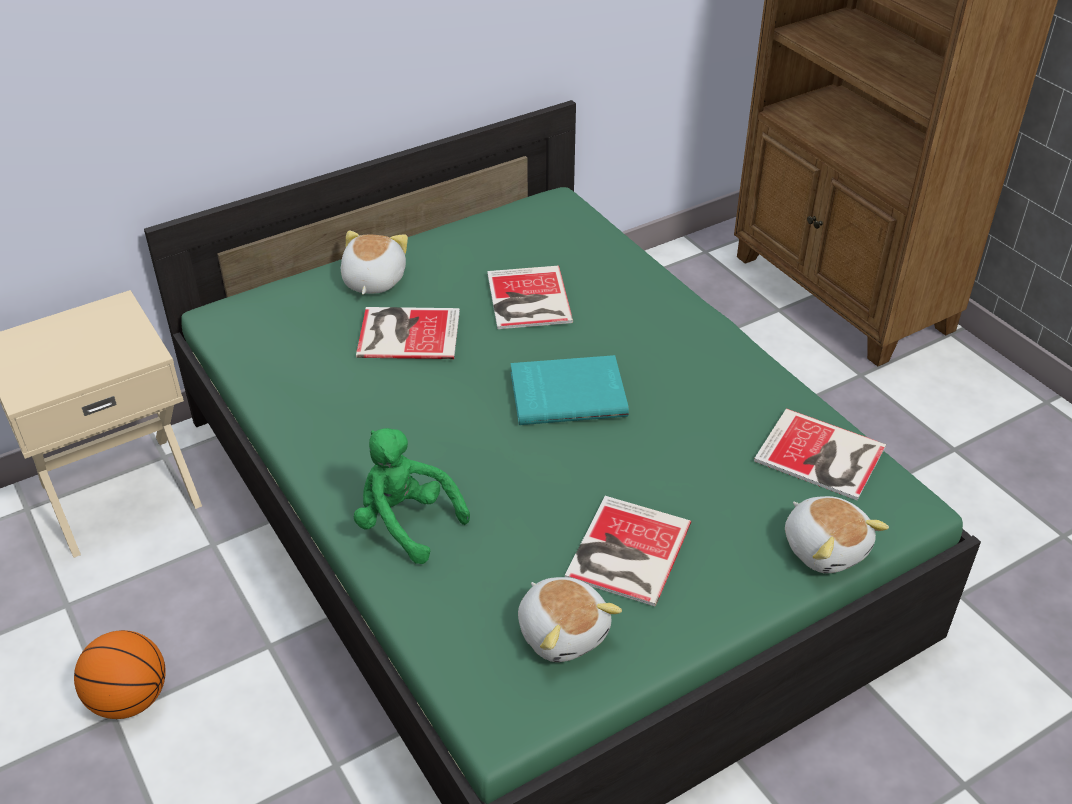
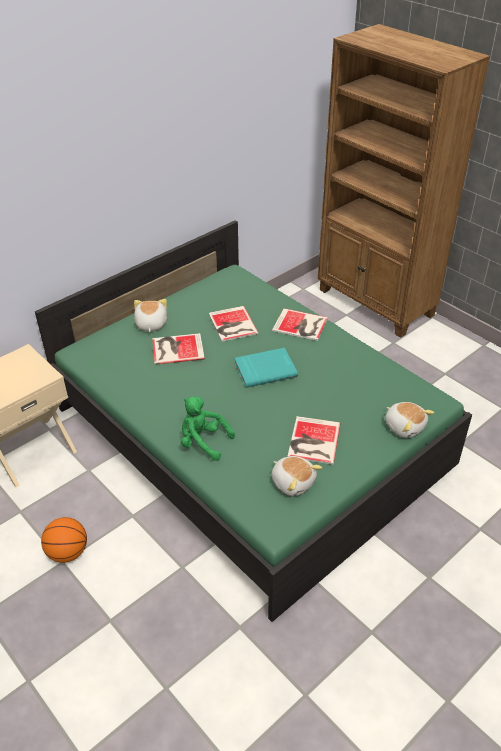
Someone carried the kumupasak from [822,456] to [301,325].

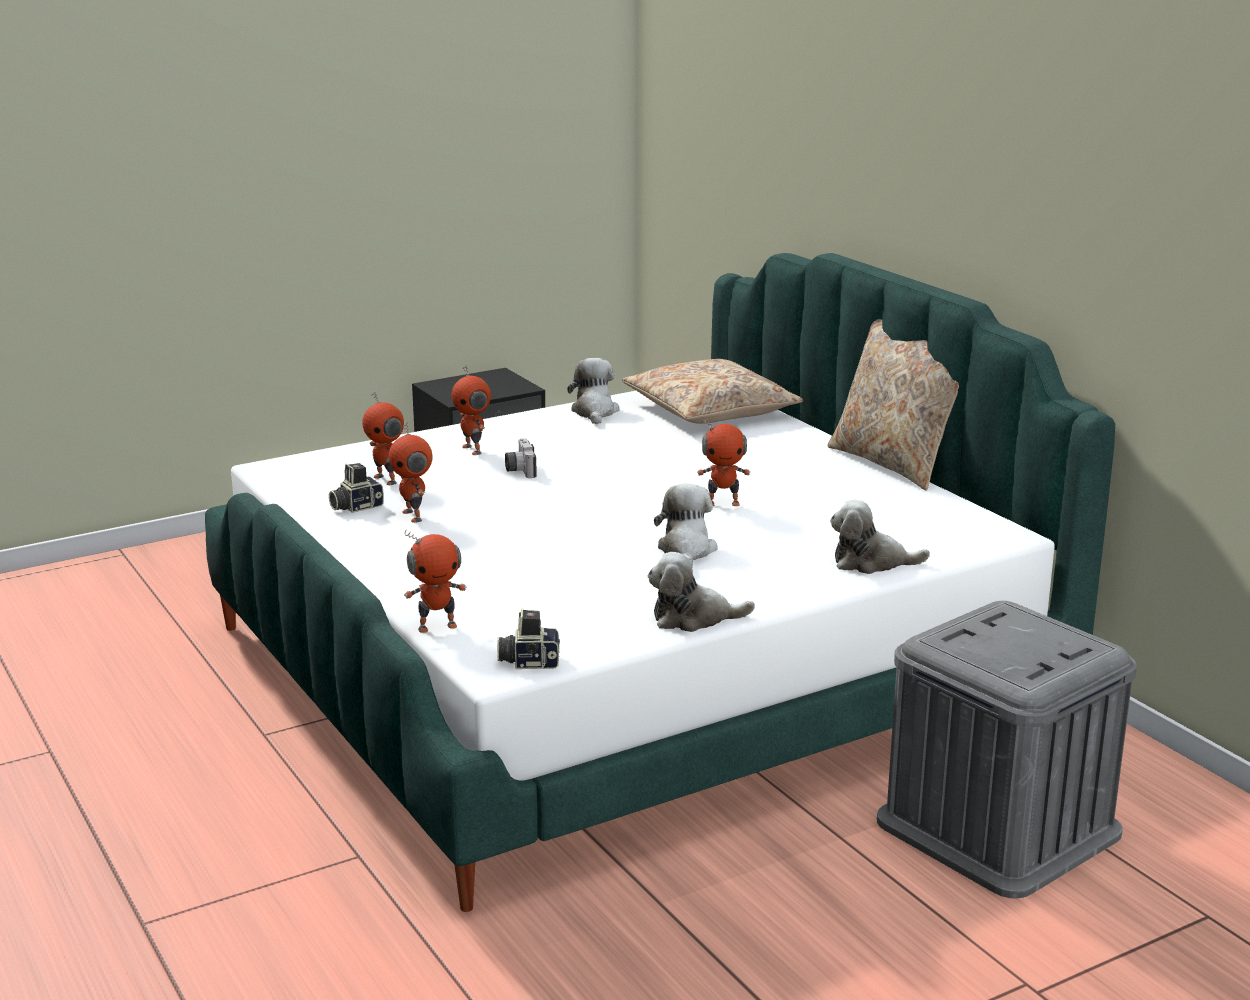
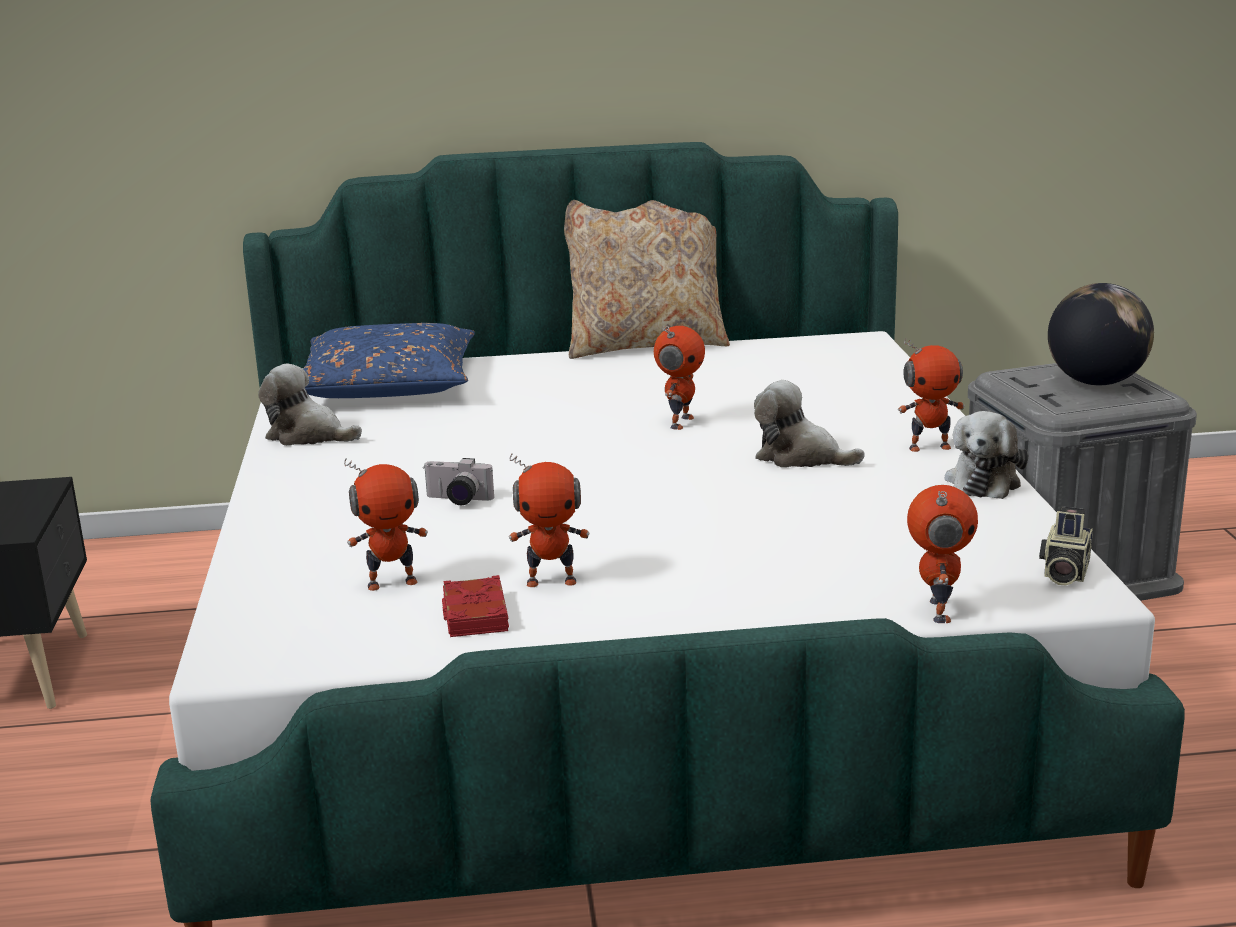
Someone swapped the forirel at [355,506] for the red_kumupasak at [474,615].
Someone carried the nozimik from [473,450] to [929,447].
Someone repainted the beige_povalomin at [710,410], which became the blue_povalomin at [387,385].
Someone took away the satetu at [871,562].
Someone put down the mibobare at [1095,382].

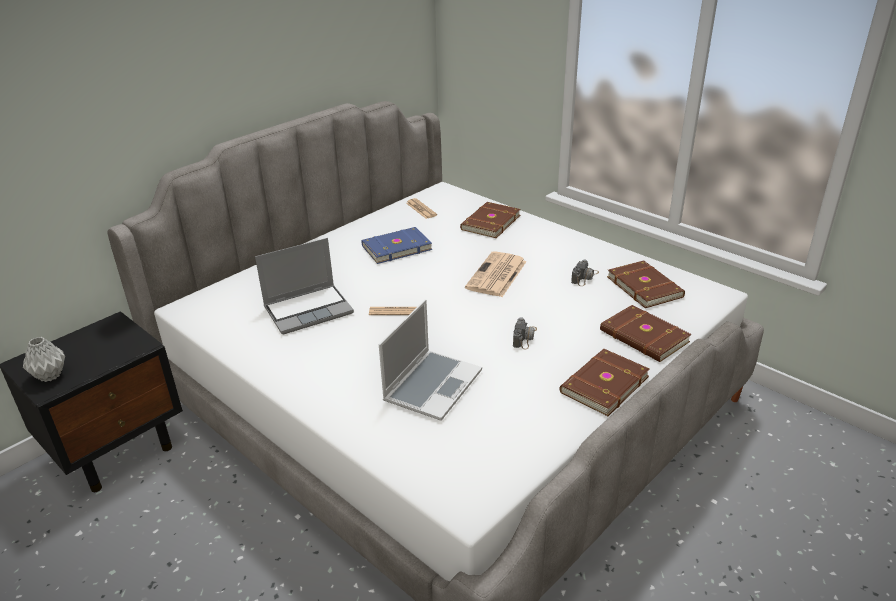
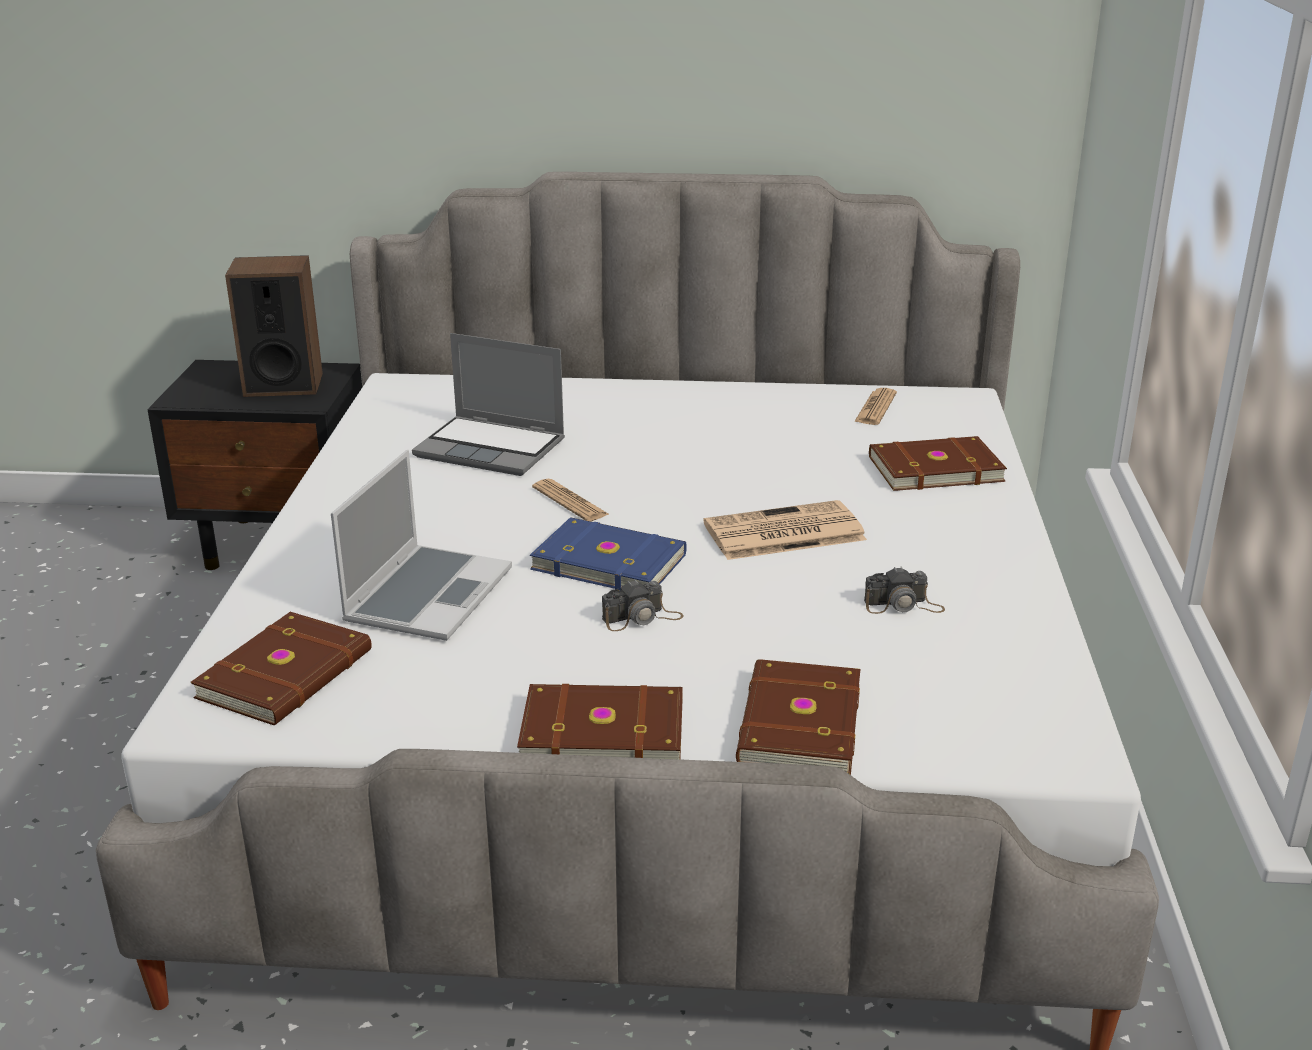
Someone took away the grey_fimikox at [51,375].
Someone carried the blue_kumupasak from [396,247] to [609,561].
Someone rotated the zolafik at [432,385] by 60 degrees counterclockwise.
Someone carried the brown_kumupasak from [645,286] to [288,675].
Someone put down the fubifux at [283,384].

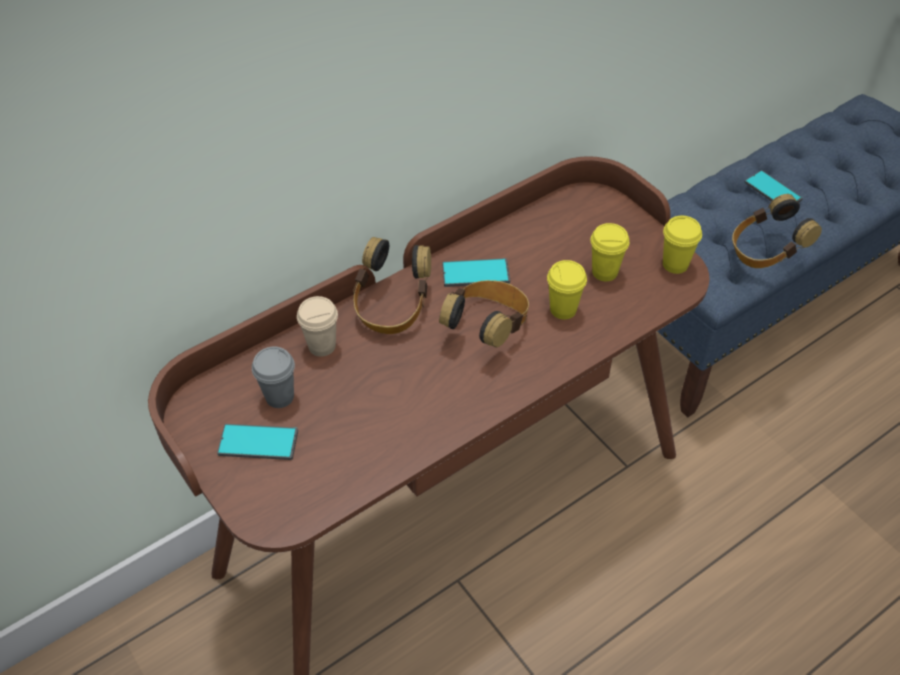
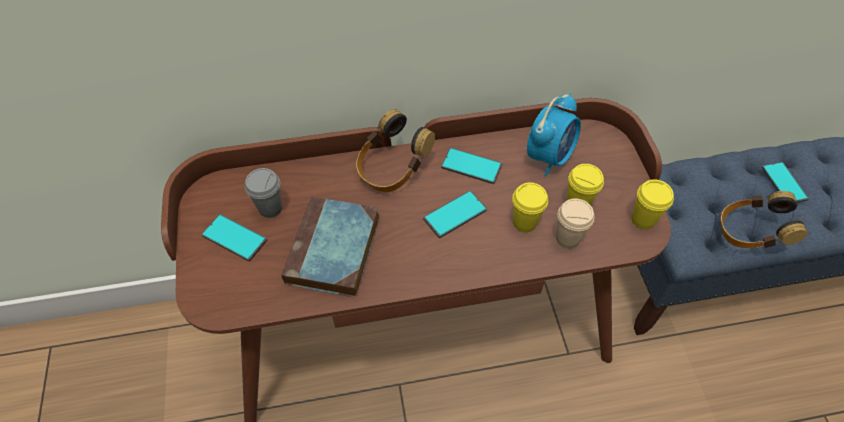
Someone carried the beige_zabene from [322,346] to [567,239].
Someone swapped the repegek at [487,328] for the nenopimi at [455,214].
Someone put down the kumupasak at [334,252].
Someone put down the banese at [549,156].

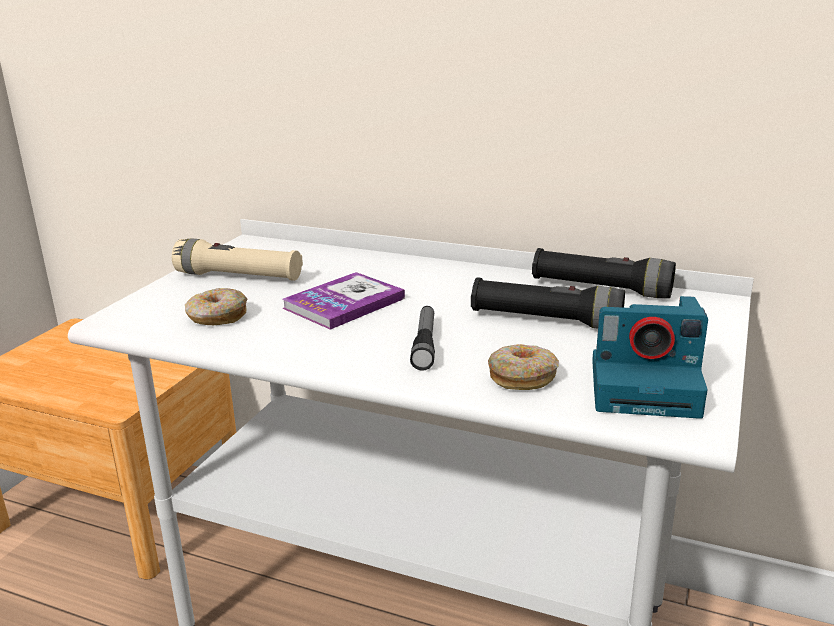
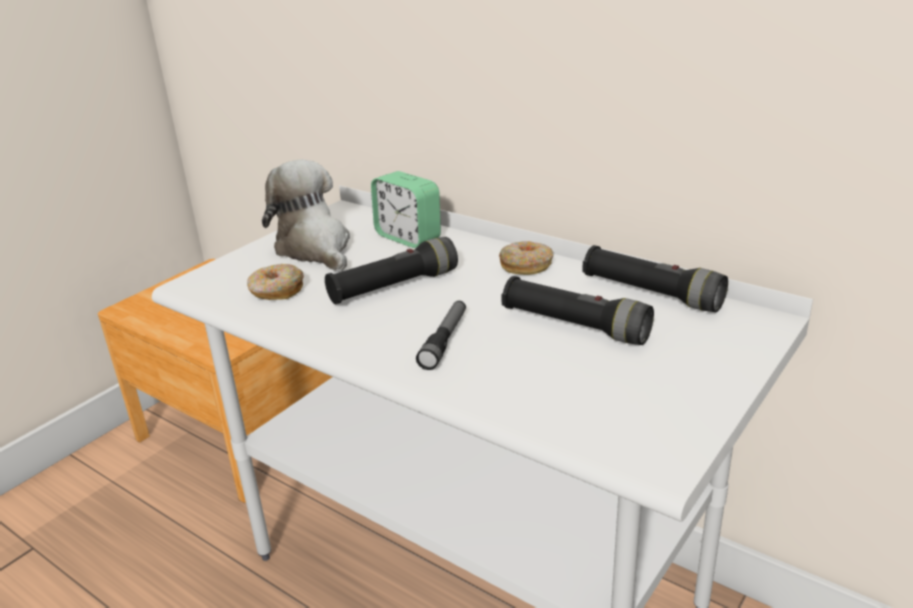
Someone swapped the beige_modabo at [239,277] for the satetu at [315,248].
Someone swapped the kumupasak at [344,303] for the black_modabo at [394,287].
Someone carried the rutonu from [522,377] to [526,266].
Someone took away the forirel at [647,387].
Someone put down the banese at [408,237].

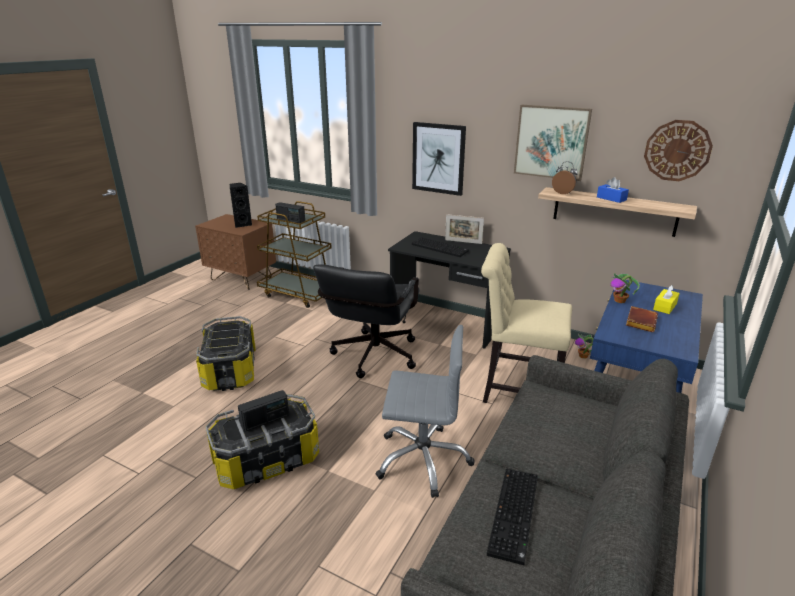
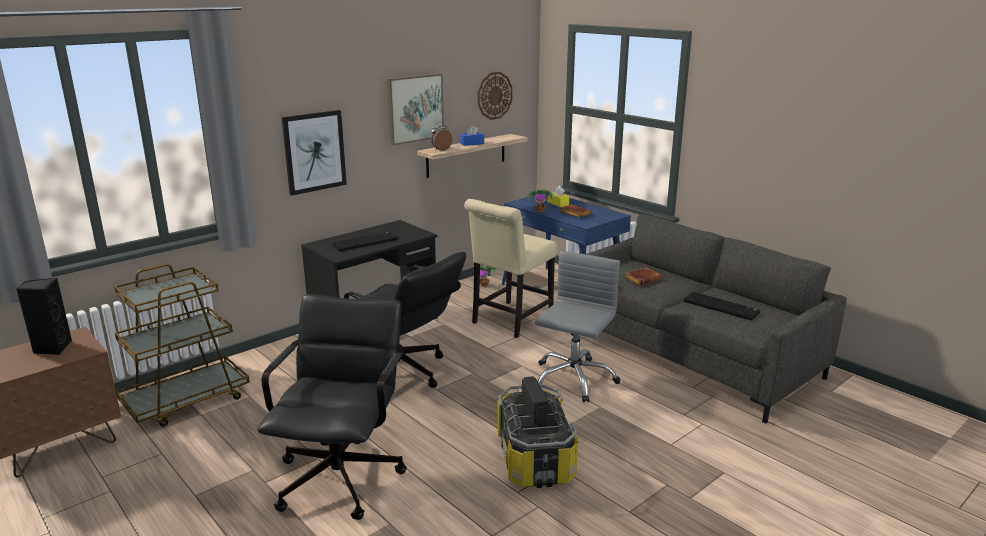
Someone swapped the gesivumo at [231,370] for the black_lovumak at [343,472].
Someone took away the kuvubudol at [290,220].
Someone took away the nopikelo at [463,242].
Someone put down the brown_kumupasak at [642,279].

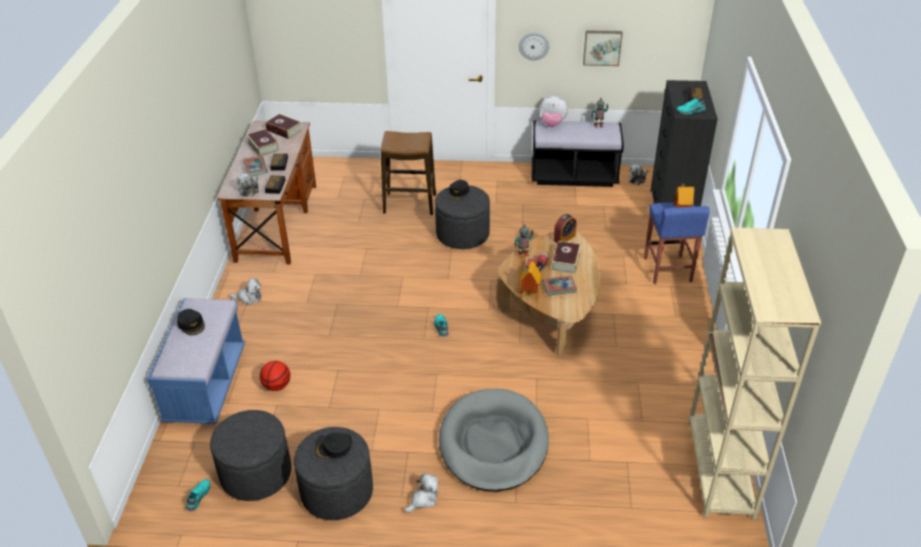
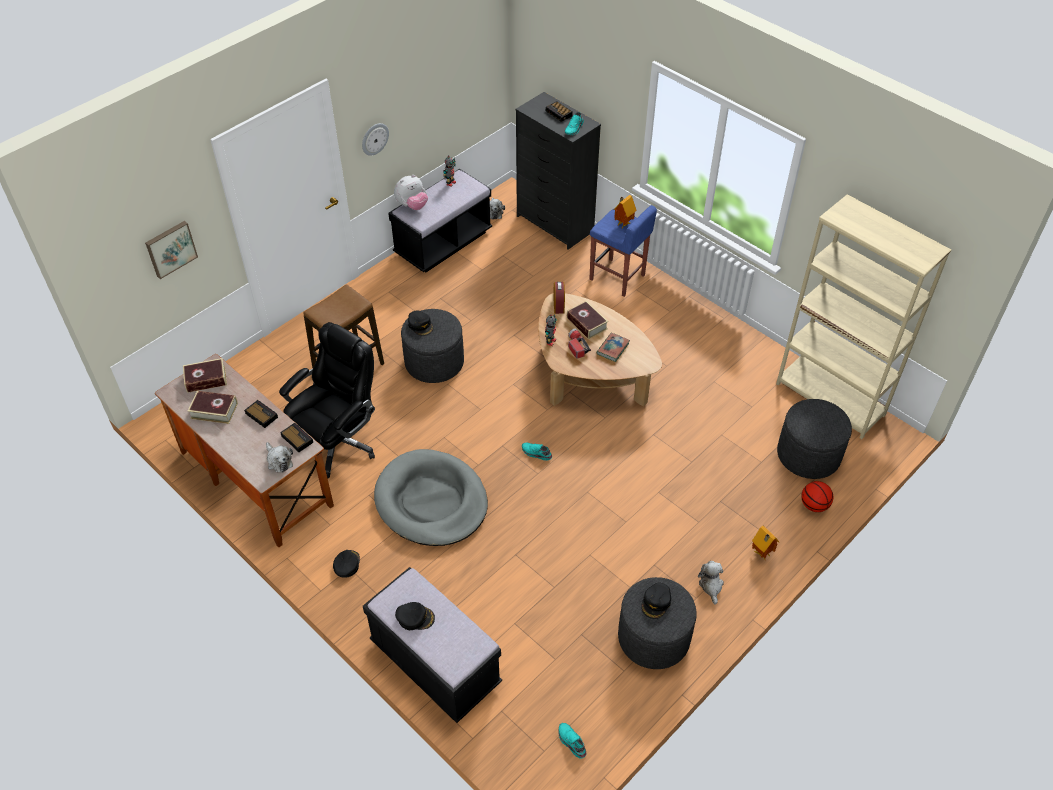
Someone repainted the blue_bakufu at [206,385], which became the black_bakufu at [435,663].
Someone carried the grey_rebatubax from [256,473] to [808,455].
Someone swapped the satetu at [249,298] for the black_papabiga at [346,564].
Someone took away the kumupasak at [255,168].
Someone carried the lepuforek from [277,386] to [814,505].
Someone carried the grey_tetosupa from [493,443] to [431,501].
Someone carried the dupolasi from [528,293] to [761,554].
Someone carried the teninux from [602,47] to [170,248].
Someone put down the black_lovumak at [338,442].

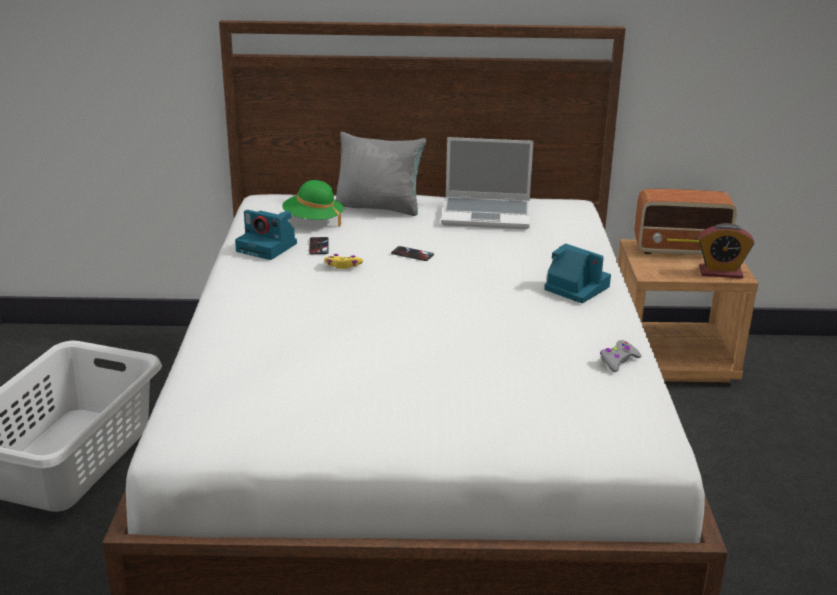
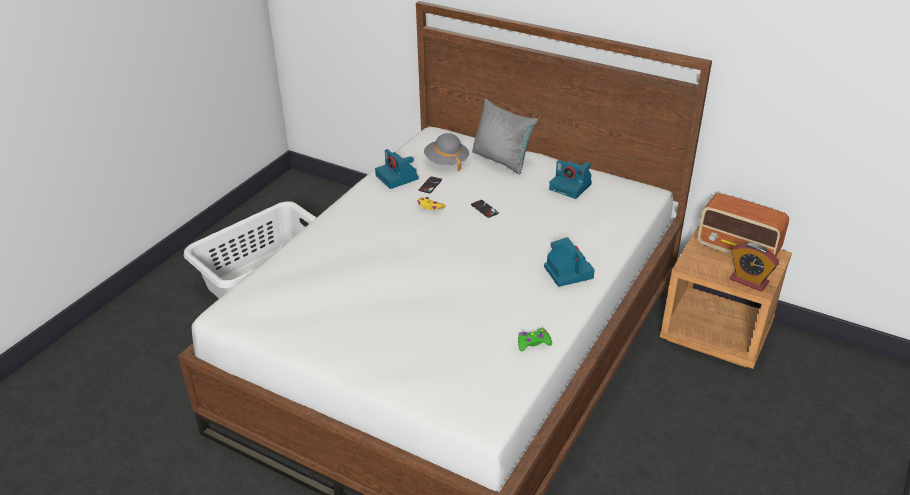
Someone repainted the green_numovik at [313,221], which became the grey_numovik at [446,162].
Someone swapped the zolafik at [487,215] for the forirel at [571,187].
Someone repainted the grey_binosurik at [618,361], which became the green_binosurik at [533,343].

